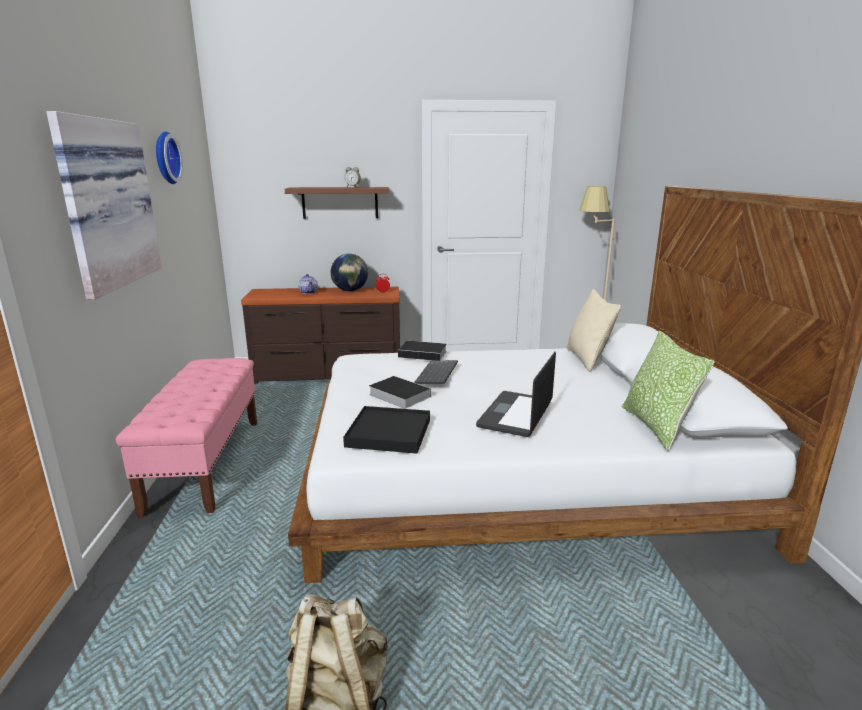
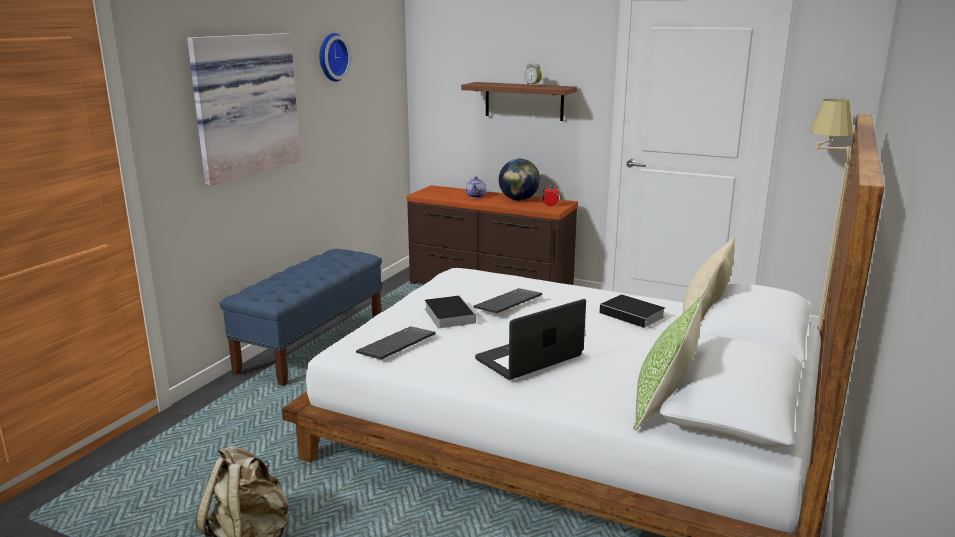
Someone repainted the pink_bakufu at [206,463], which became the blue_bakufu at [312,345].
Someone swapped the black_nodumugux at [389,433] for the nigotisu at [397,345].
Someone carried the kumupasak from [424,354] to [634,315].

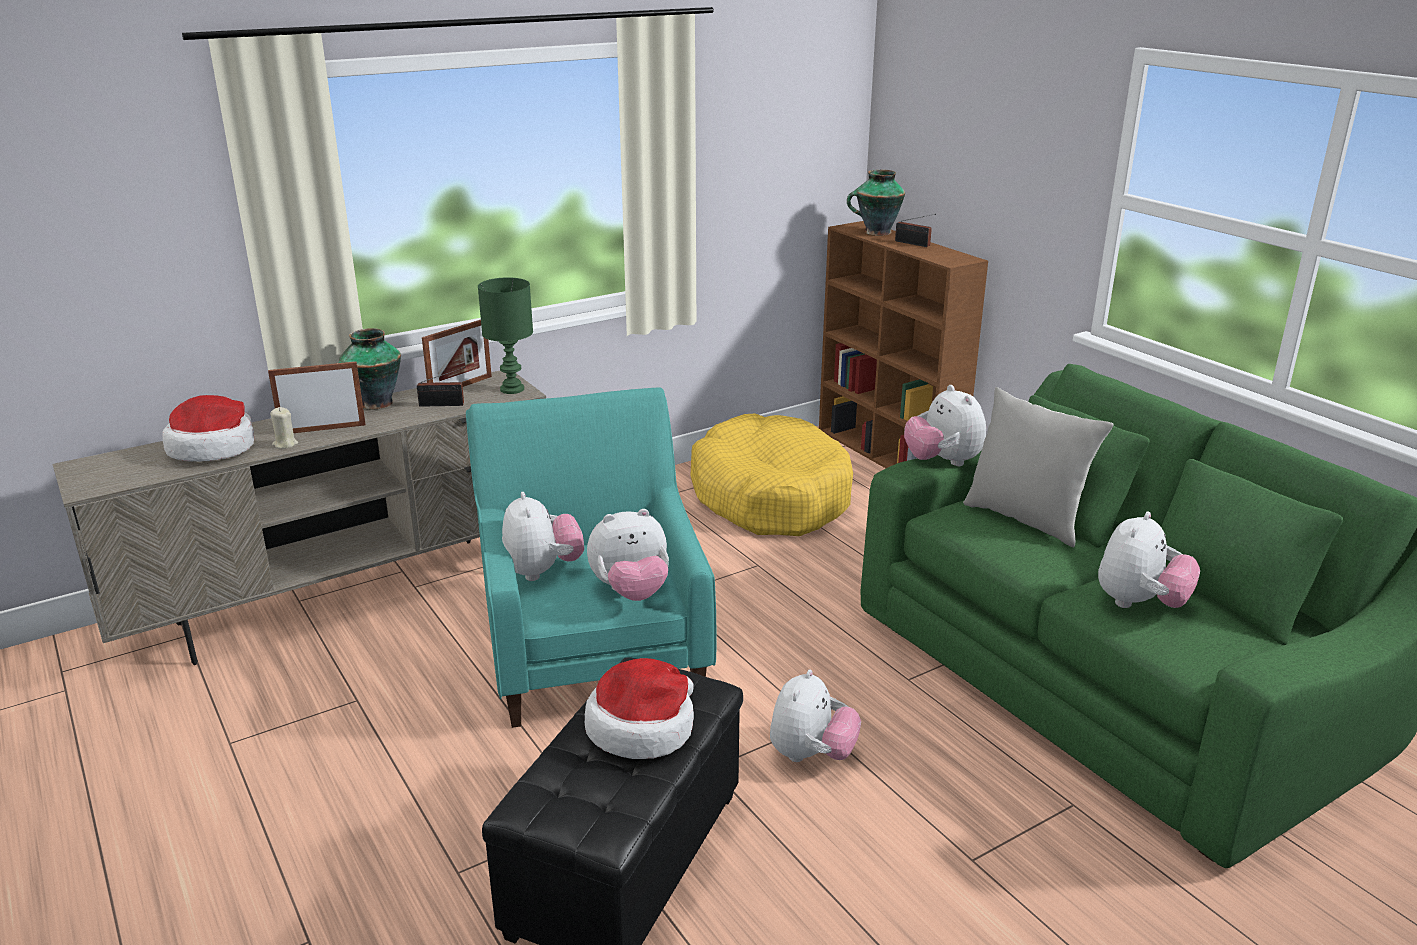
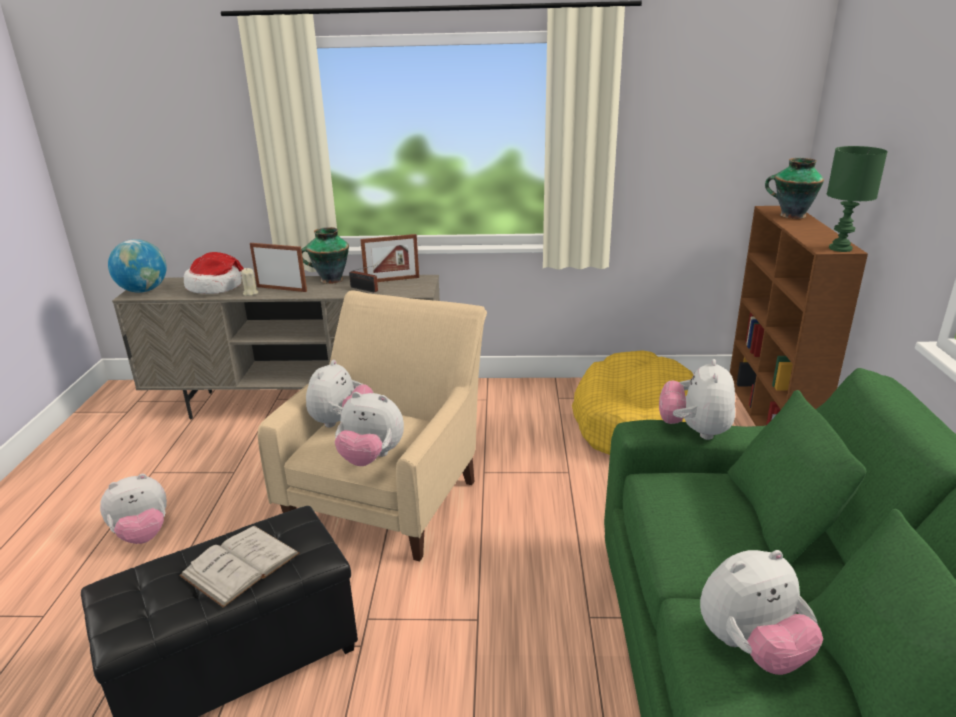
Someone repainted the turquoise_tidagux at [592,651], which became the beige_tidagux at [389,494].
Someone carried the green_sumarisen from [513,389] to [841,249].
Someone swapped the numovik at [642,727] for the white_kumupasak at [240,564].
Someone carried the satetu from [811,755] to [142,534].
Someone took away the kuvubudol at [914,244].
Someone took away the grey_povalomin at [1026,519].
Someone put down the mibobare at [143,290].

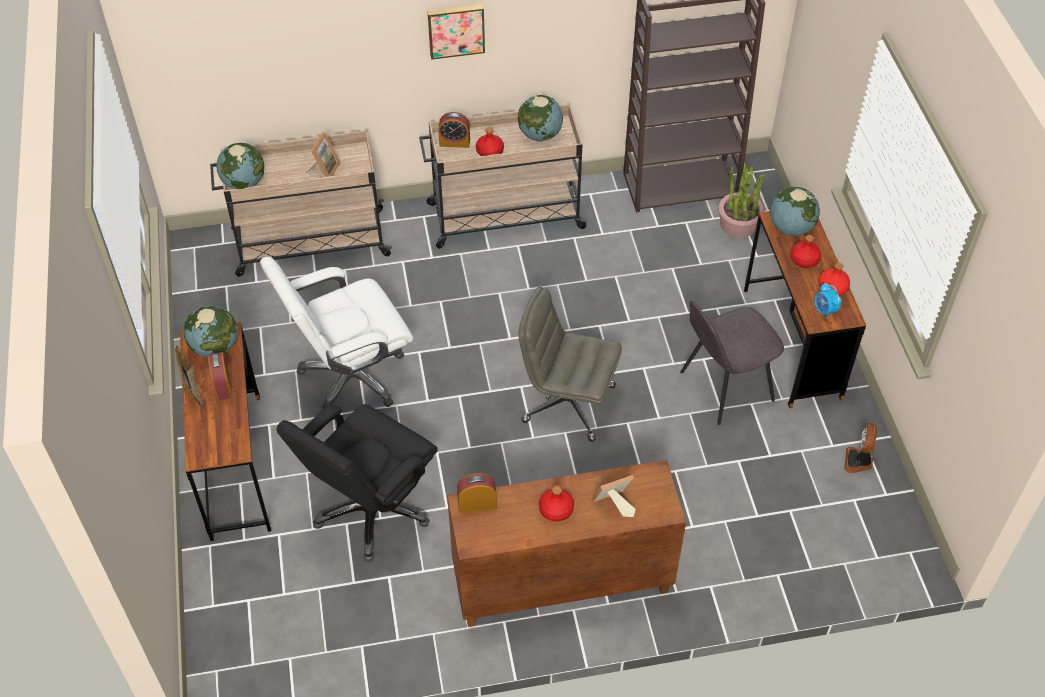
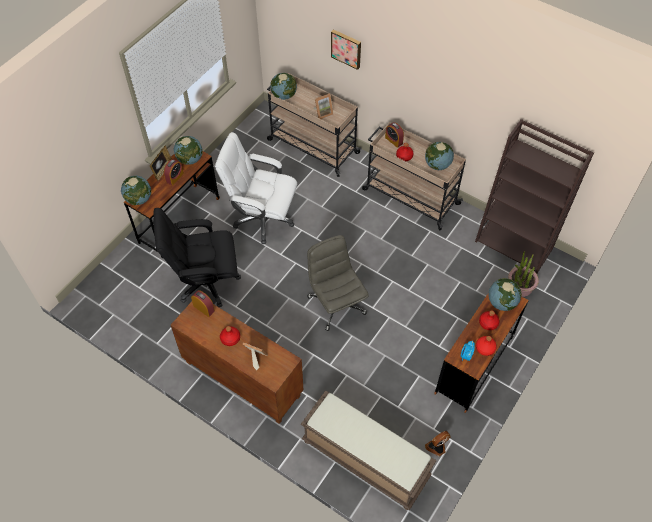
Someone carried the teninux from [456,30] to [346,48].
Someone took away the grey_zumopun at [724,387].
Someone put down the mibobare at [139,199].
Someone put down the brown_bakufu at [364,459].

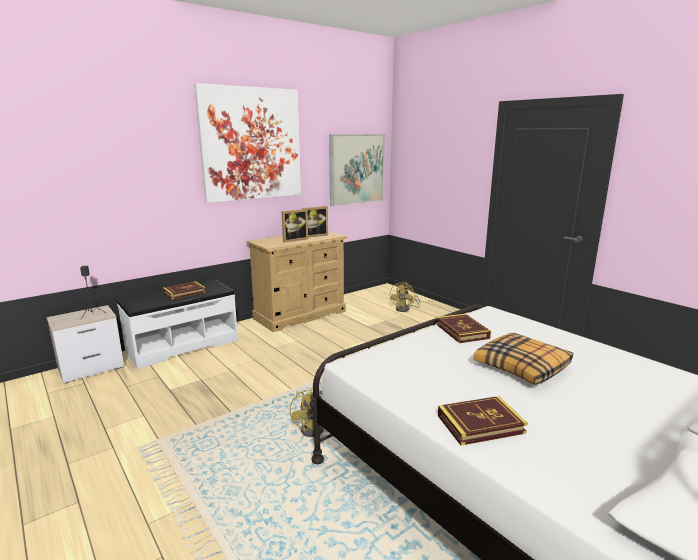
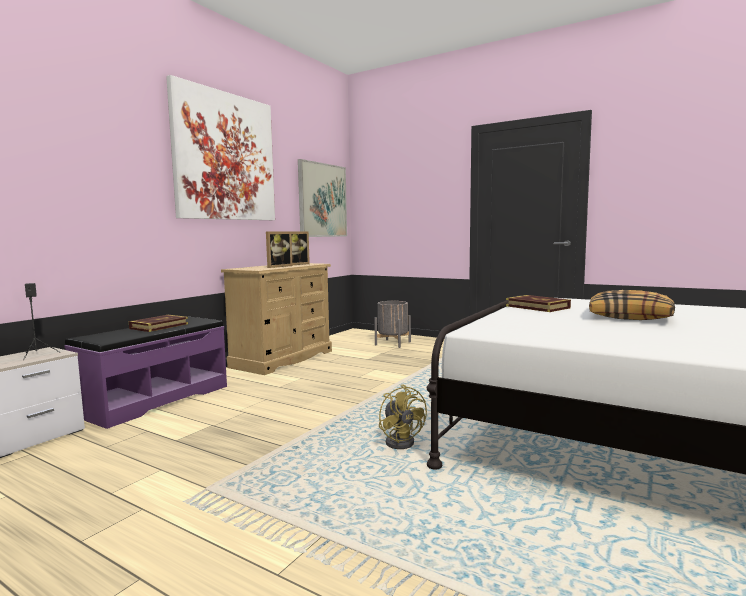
Someone repainted the white_bakufu at [183,345], which became the purple_bakufu at [155,400].
Someone swapped the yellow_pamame at [405,309] for the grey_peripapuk at [393,343].
Someone took away the kumupasak at [480,424].

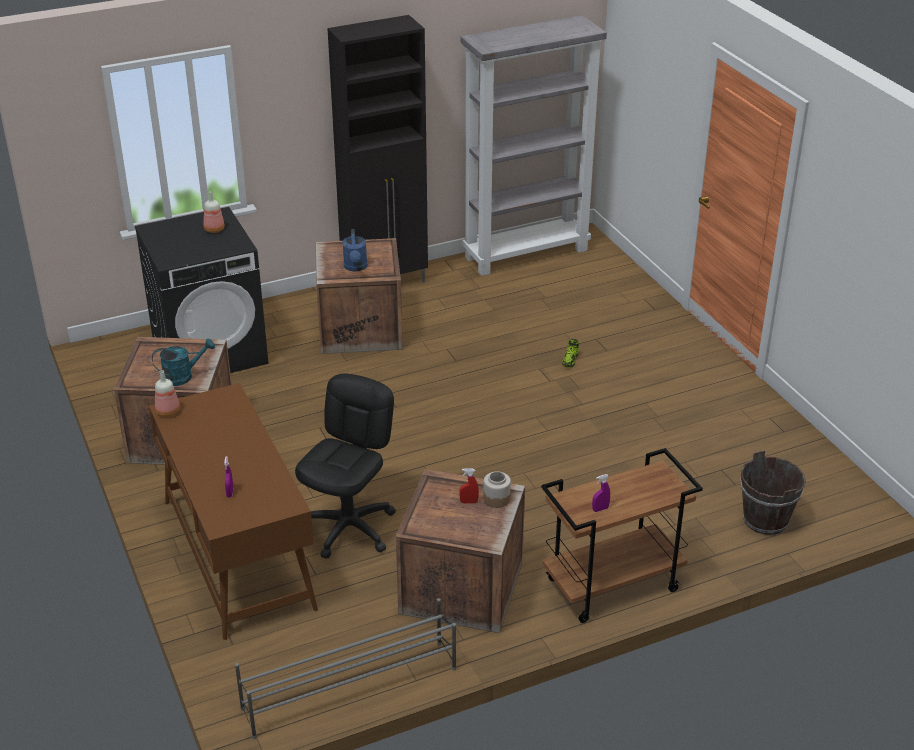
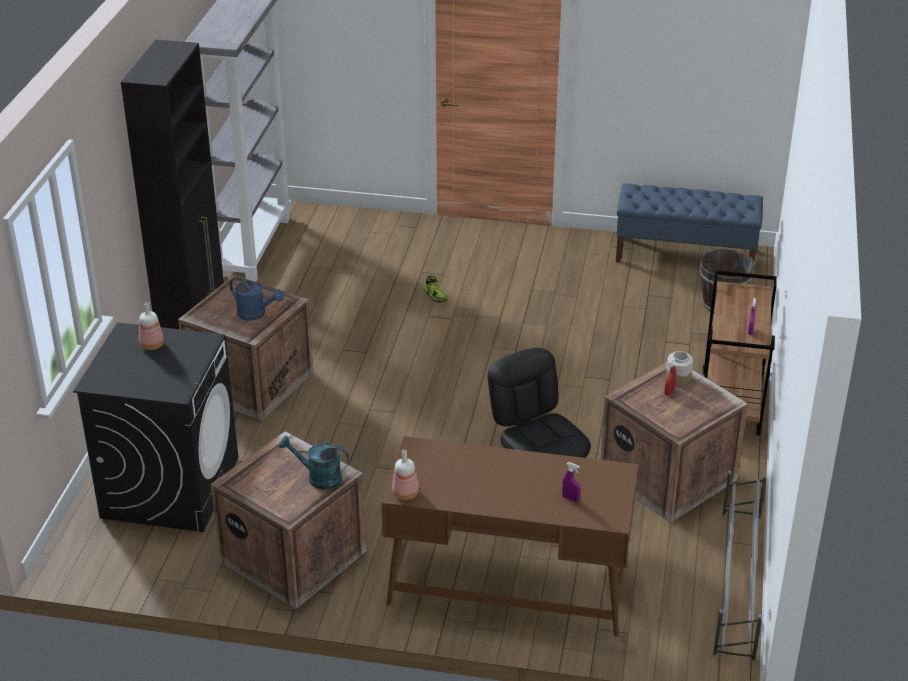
Someone rotated the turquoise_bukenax at [183,376] by 90 degrees counterclockwise.
Someone put down the blue_bakufu at [685,255].

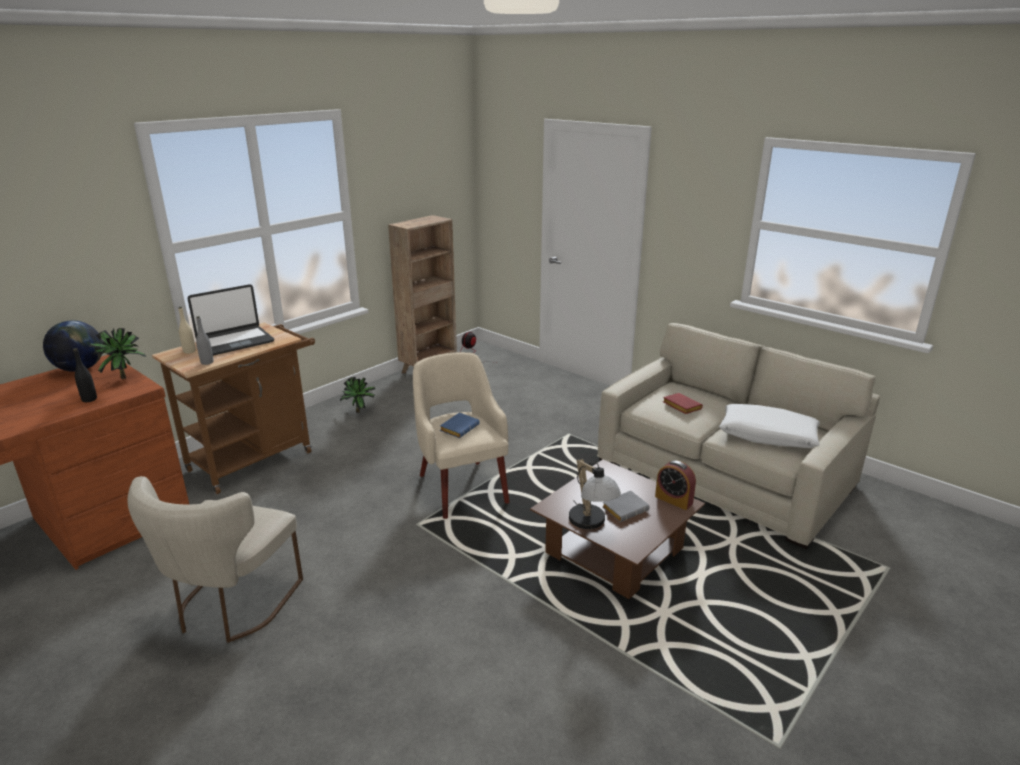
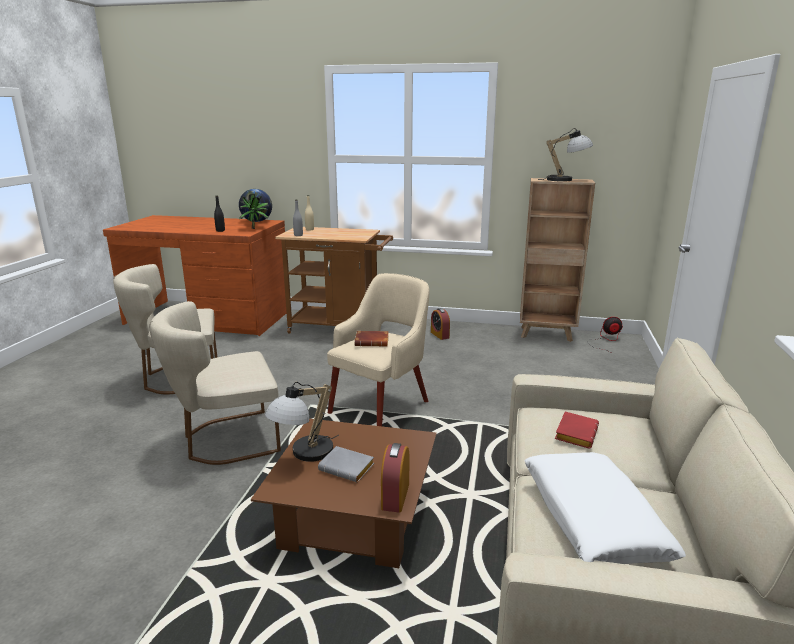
Someone took away the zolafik at [235,341].
Someone swapped the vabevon at [360,412] for the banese at [440,335].
Someone repainted the blue_kumupasak at [459,428], which became the brown_kumupasak at [373,342].
Someone put down the beige_zumopun at [225,440].
Someone put down the sumarisen at [566,180].

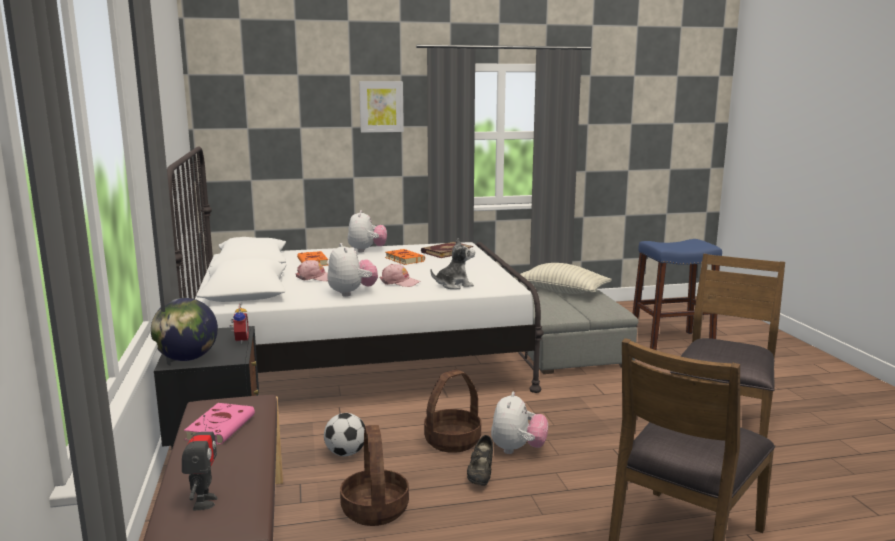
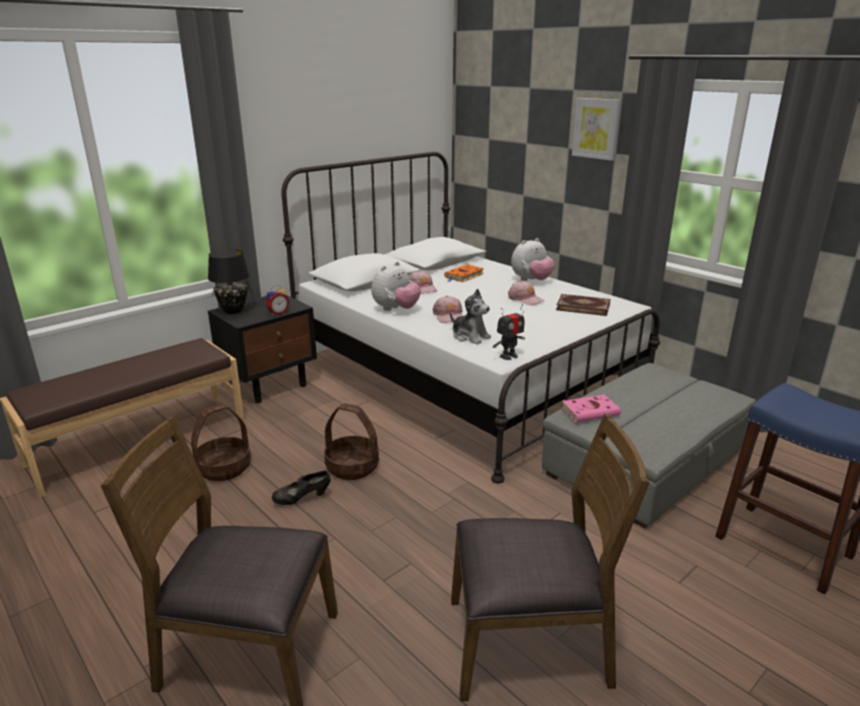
Someone swapped the mibobare at [187,358] for the black_sumarisen at [233,311].
Someone carried the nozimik from [204,502] to [508,356].
Someone carried the pink_kumupasak from [221,427] to [591,411].
Someone took away the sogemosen at [345,453].
Someone swapped the orange_kumupasak at [403,259] for the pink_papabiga at [525,299].
Someone took away the satetu at [517,449].
Someone took away the povalomin at [562,291].

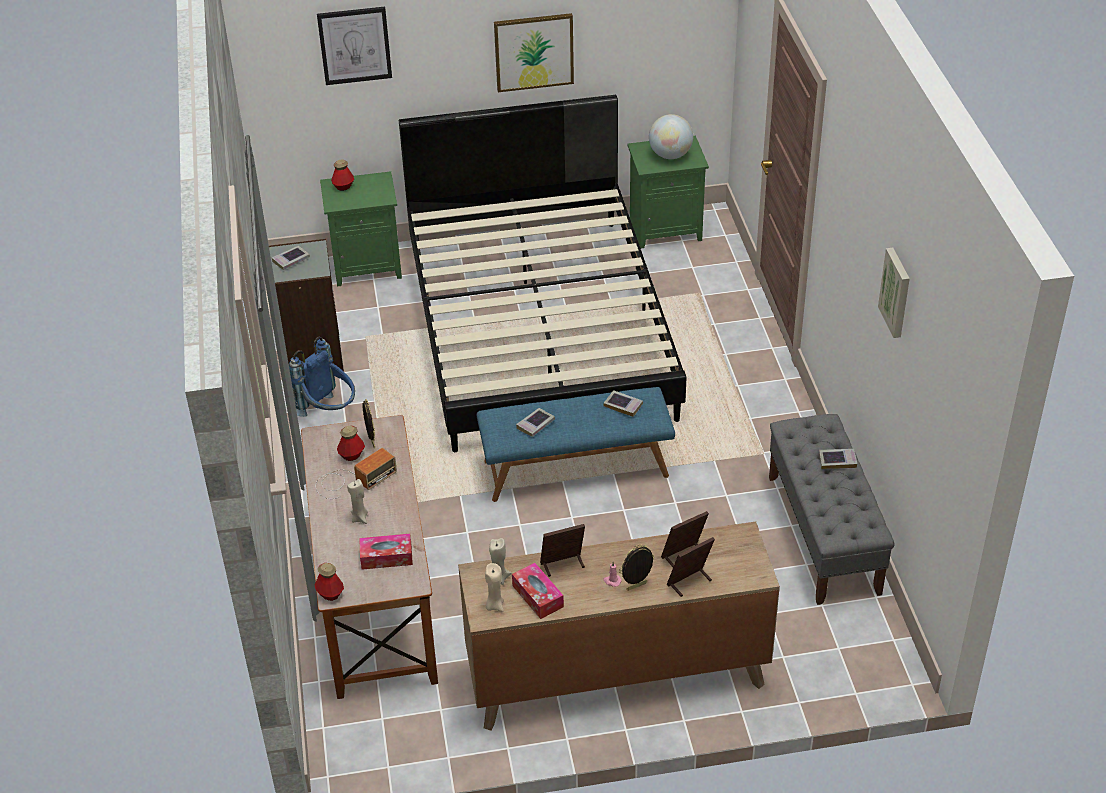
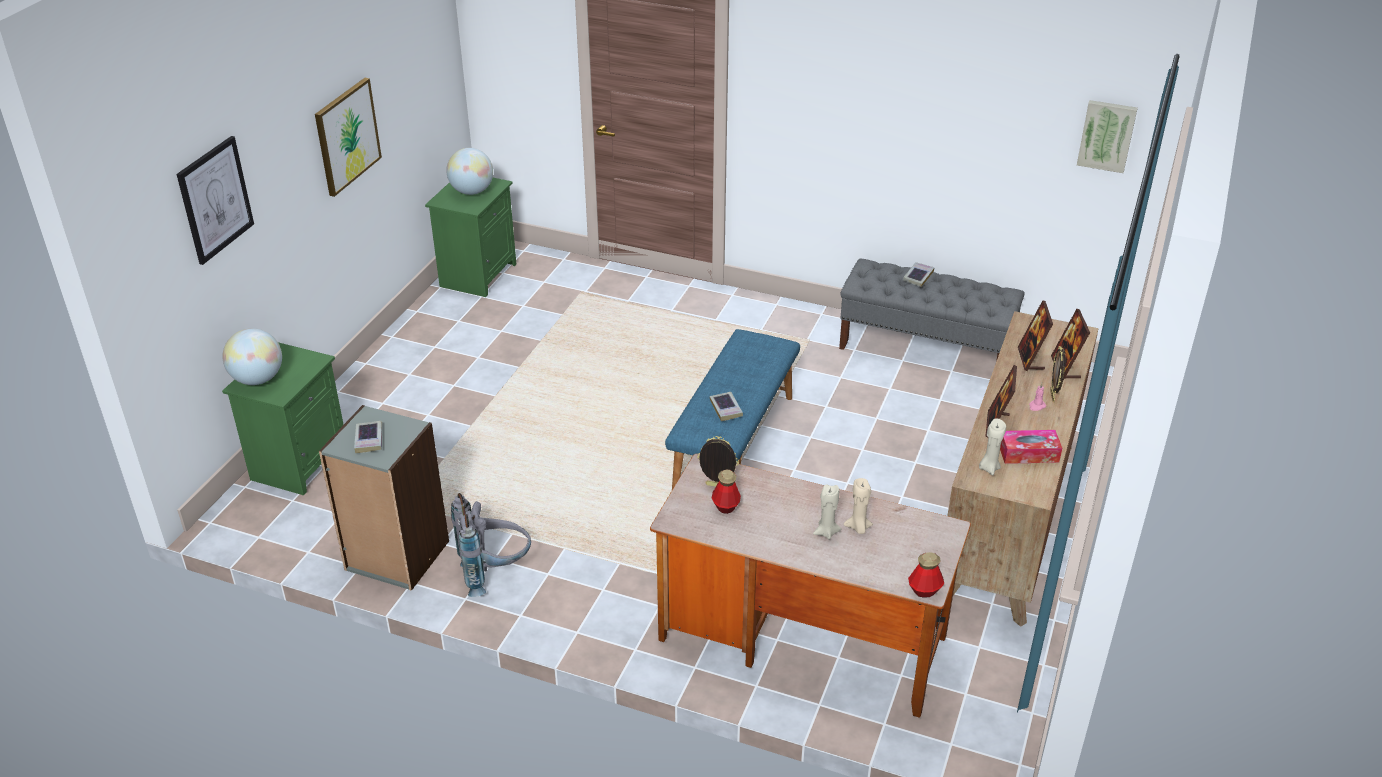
Someone repainted the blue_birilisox at [329,412], which became the grey_birilisox at [494,572].
Someone took away the kuvubudol at [352,480].
Someone swapped the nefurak at [343,186] for the mibobare at [258,379].
Someone took away the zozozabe at [386,557].
Someone took away the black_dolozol at [539,328].
Someone carried the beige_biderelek from [494,605] to [858,528].
Someone took away the kumupasak at [623,405].
Someone carried the teninux from [896,292] to [1107,135].

